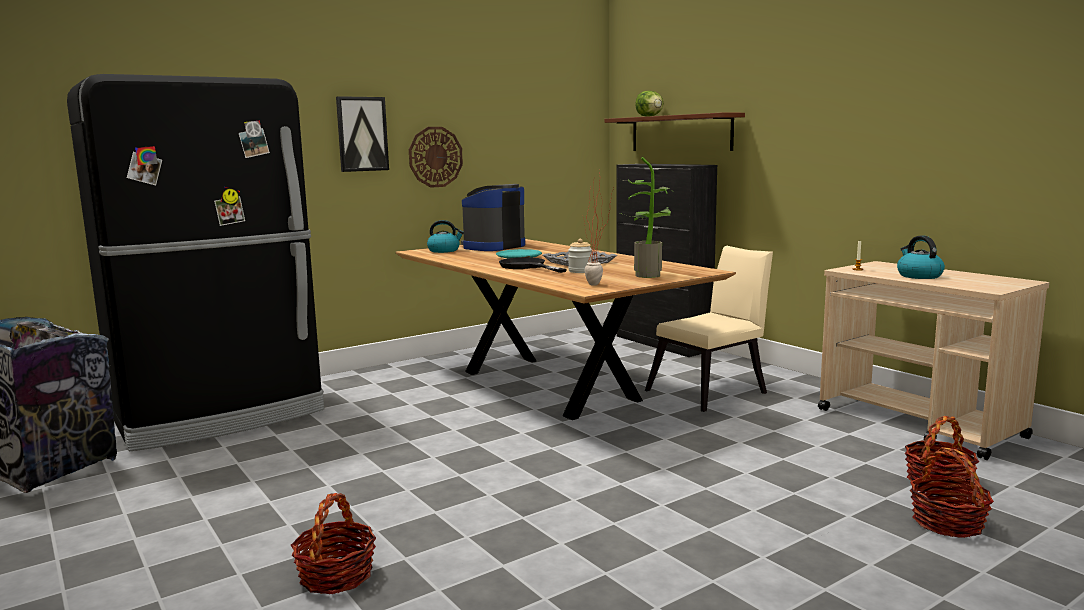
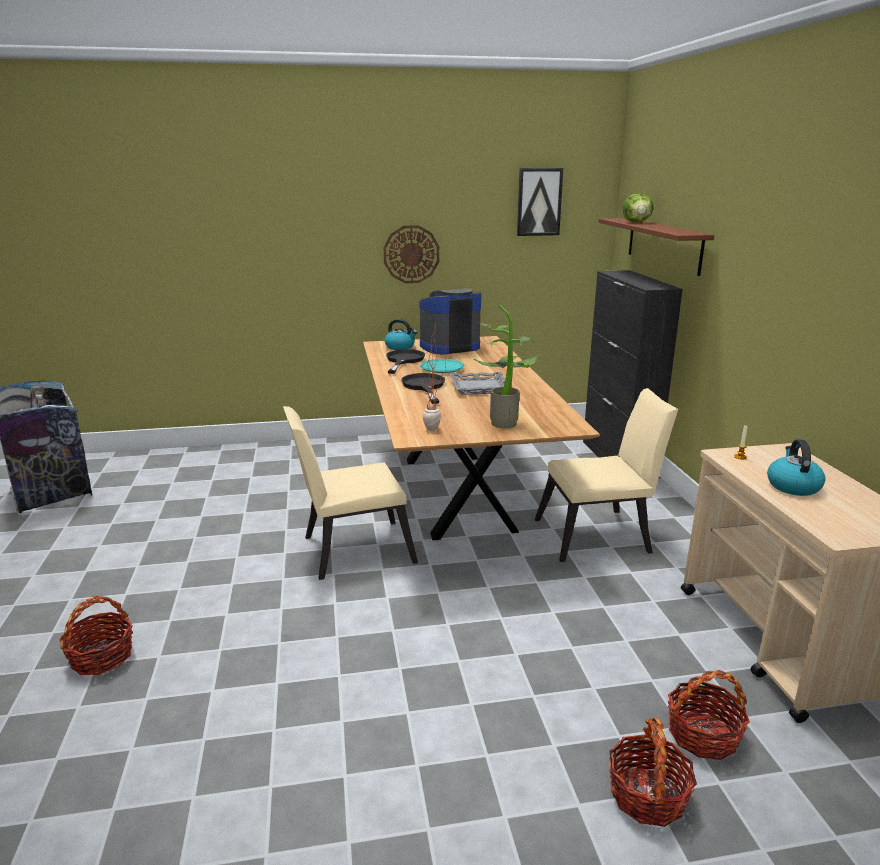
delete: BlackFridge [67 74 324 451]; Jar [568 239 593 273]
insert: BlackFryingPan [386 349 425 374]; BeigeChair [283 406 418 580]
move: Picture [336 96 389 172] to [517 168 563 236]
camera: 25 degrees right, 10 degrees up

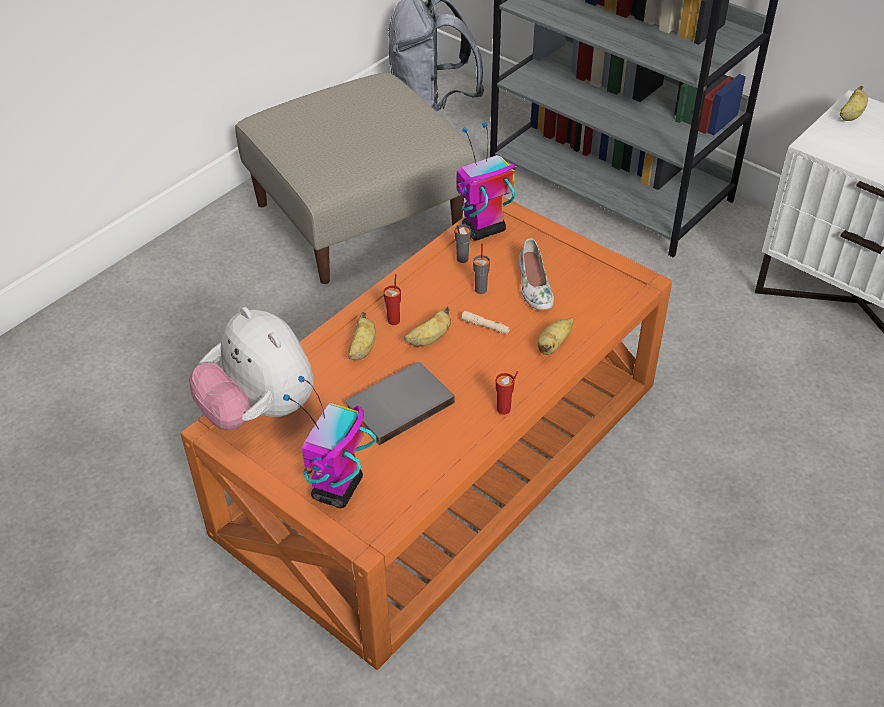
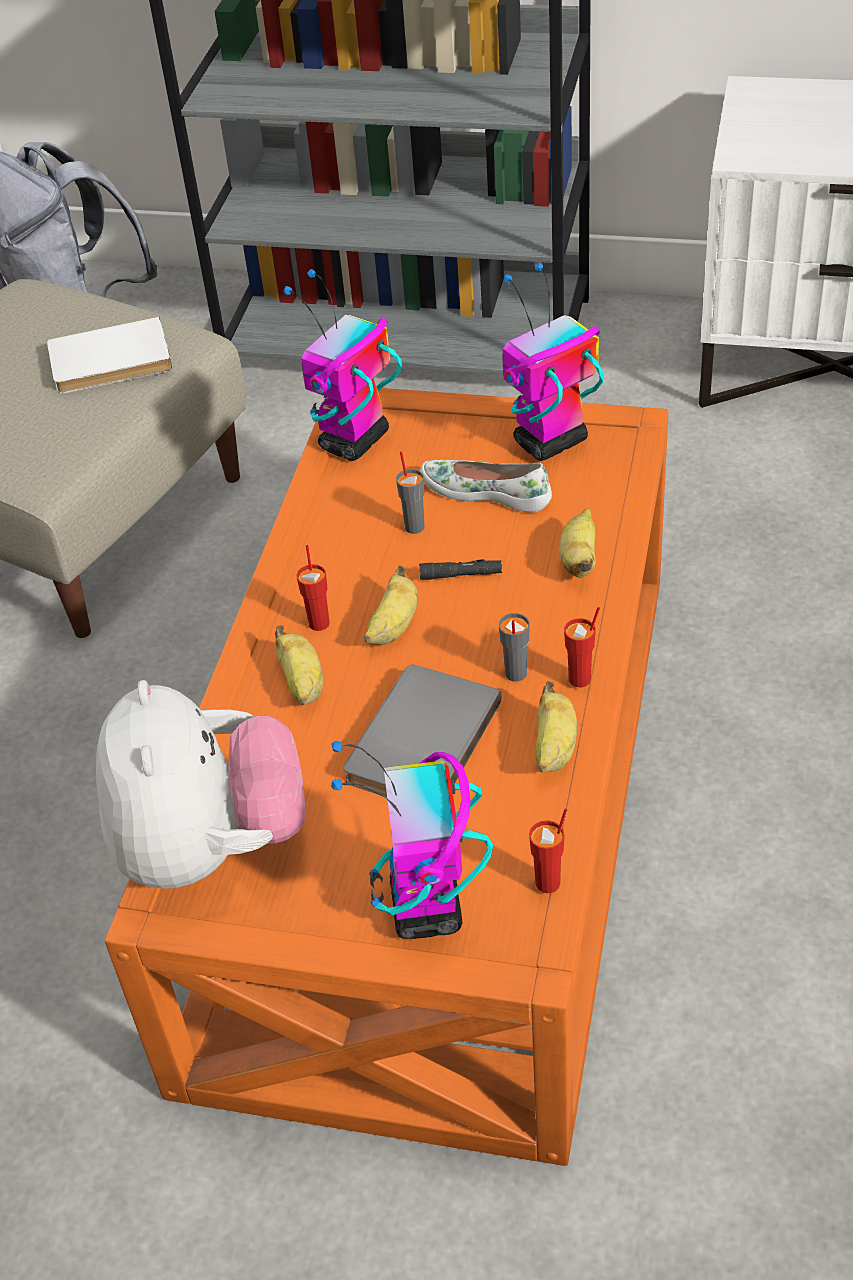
insert: ToyRobot [503 262 604 461]; WhiteBook [47 317 173 394]; RedCup [529 809 567 893]
move: Banana [840 85 868 121] to [535 681 577 772]; GreyCup [454 224 471 263] to [499 613 530 682]
recolor: BeigeFlashlight [461 311 510 334] to BlackFlashlight [419 559 502 580]
rotate: WhiteShoe [518 238 554 310] = [420 459 552 513] 150 degrees clockwise; PlushToy [189 307 314 430] = [96 680 305 889] 120 degrees counterclockwise
camera: 25 degrees left, 0 degrees up

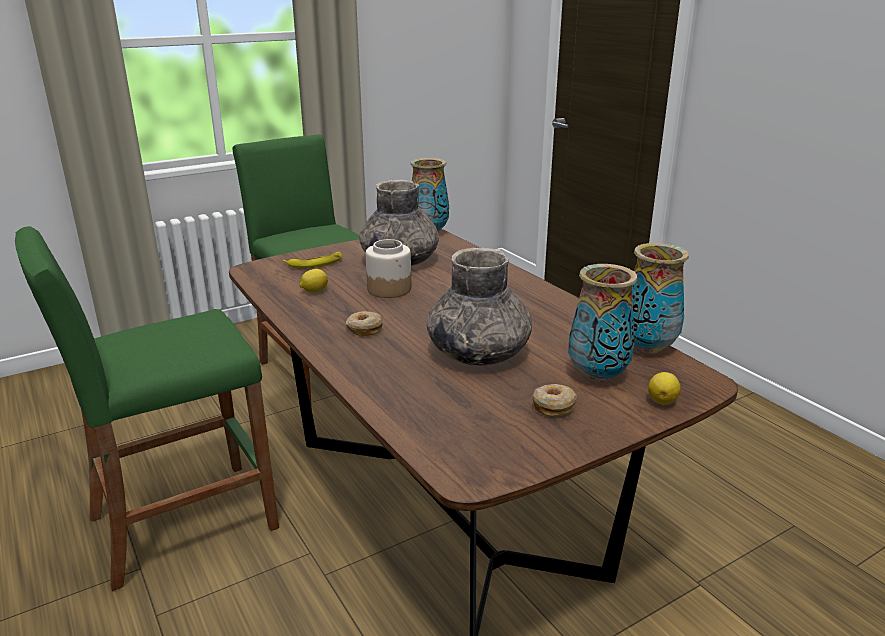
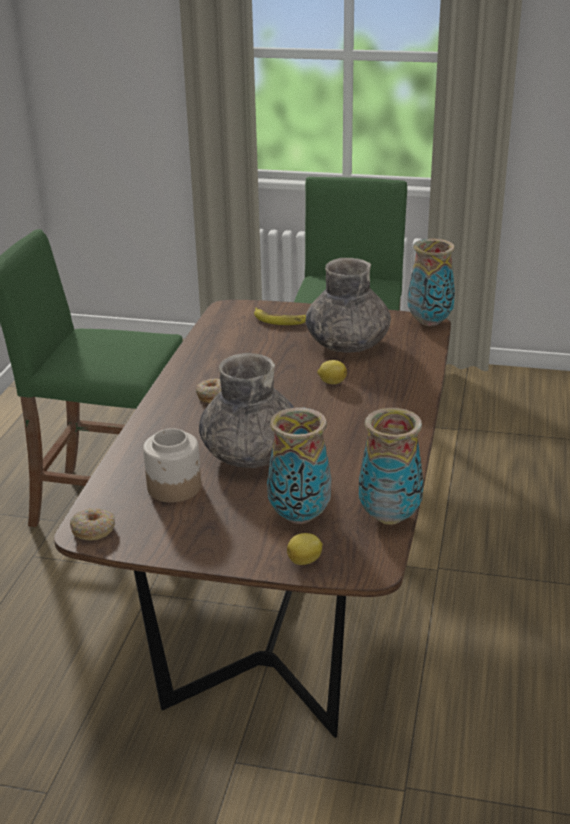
move: Jar [366 239 411 298] to [143 428 201 503]; Lemon [299 269 328 293] to [317 360 347 384]; Donut [533 384 577 417] to [70 508 115 540]
camera: 45 degrees right, 5 degrees up

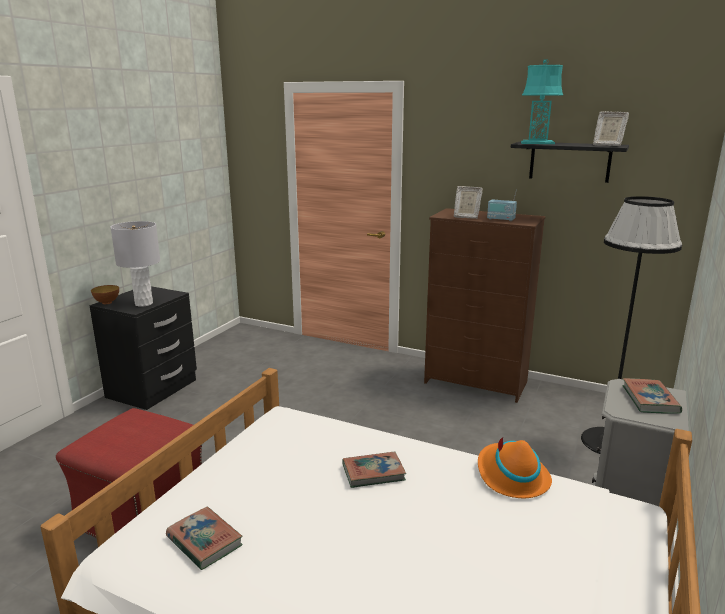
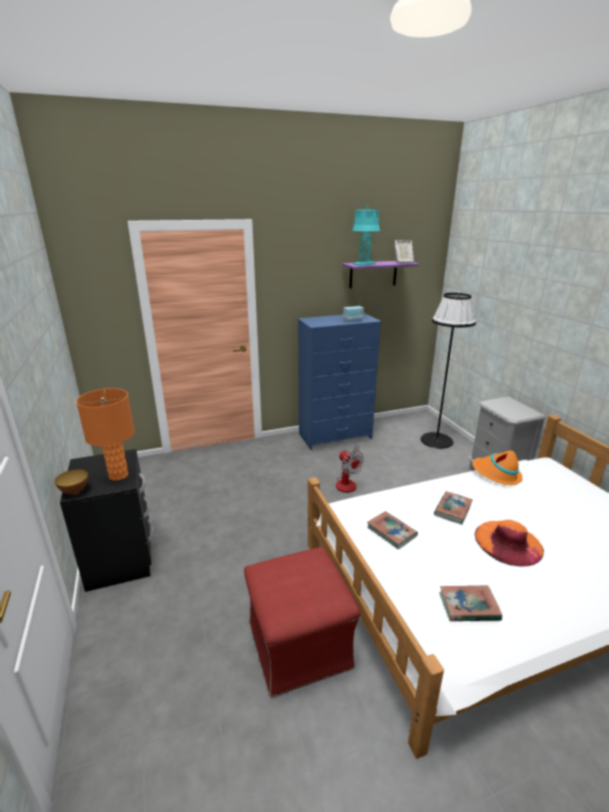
delete: PictureFrame [454 186 483 219]
insert: Fan [336 445 364 493]; OrangeHat [475 520 544 567]
move: Book [622 378 682 414] to [367 511 418 549]
recolor: BlackShelf [511 142 629 183] to PurpleShelf [342 261 419 288]; BrownDresser [424 208 546 403] to BlueDresser [298 313 382 450]; GreyTableLamp [110 221 160 307] to OrangeTableLamp [76 388 135 481]
camera: 45 degrees left, 5 degrees up

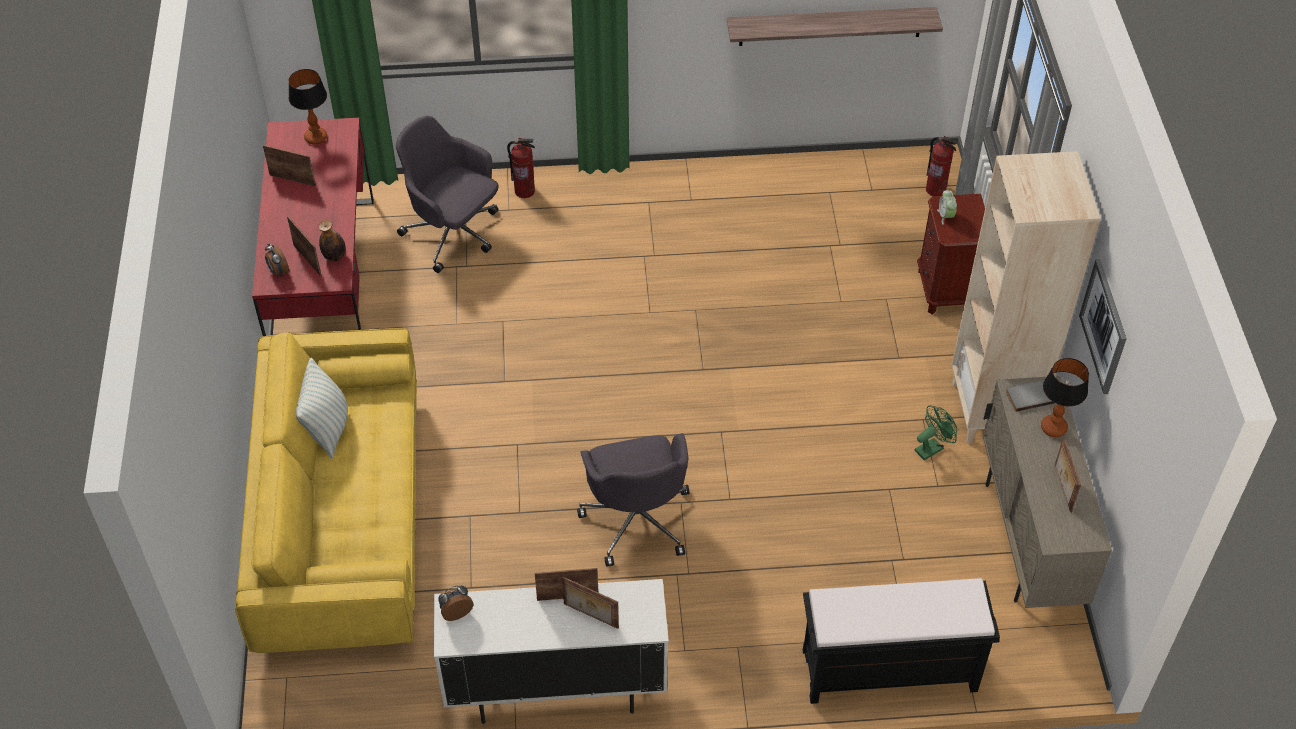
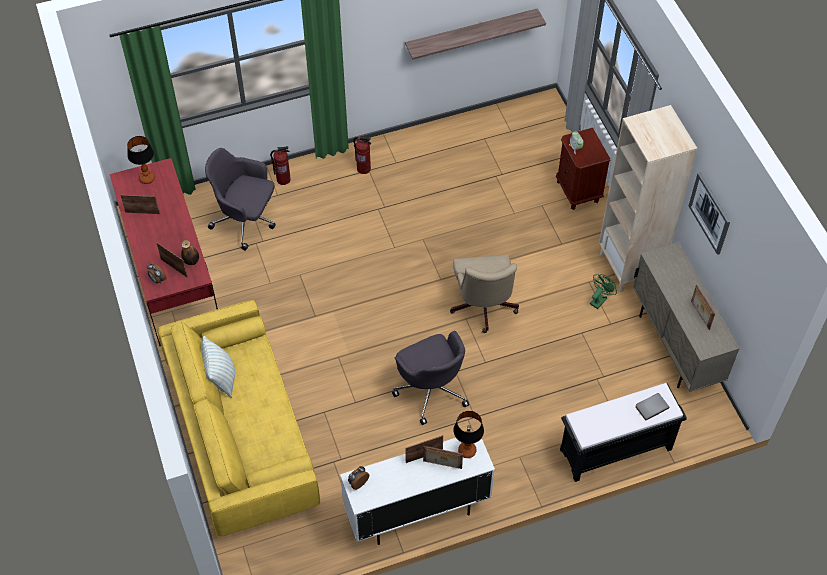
insert: BeigeOfficeChair [450 254 519 333]
move: FireExtinguisher [926 136 957 196] to [353 136 371 174]; TableLamp [1041 358 1089 437] to [453 411 484 458]; GreyBook [1006 379 1055 412] to [635 393 669 421]
camera: 15 degrees left, 5 degrees up

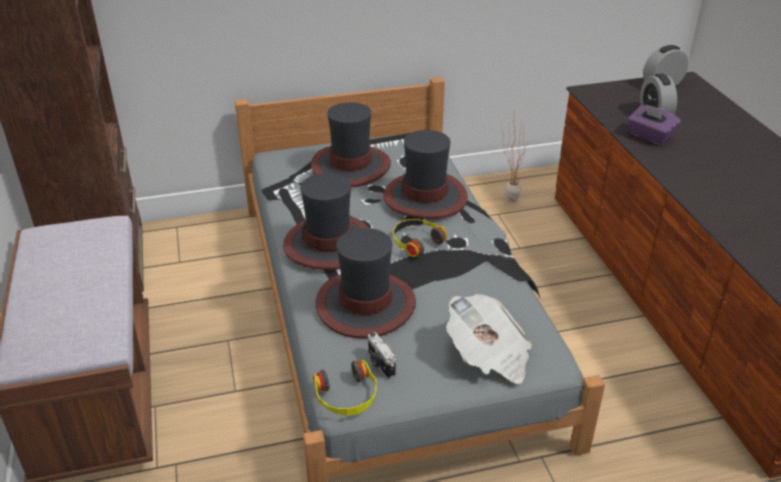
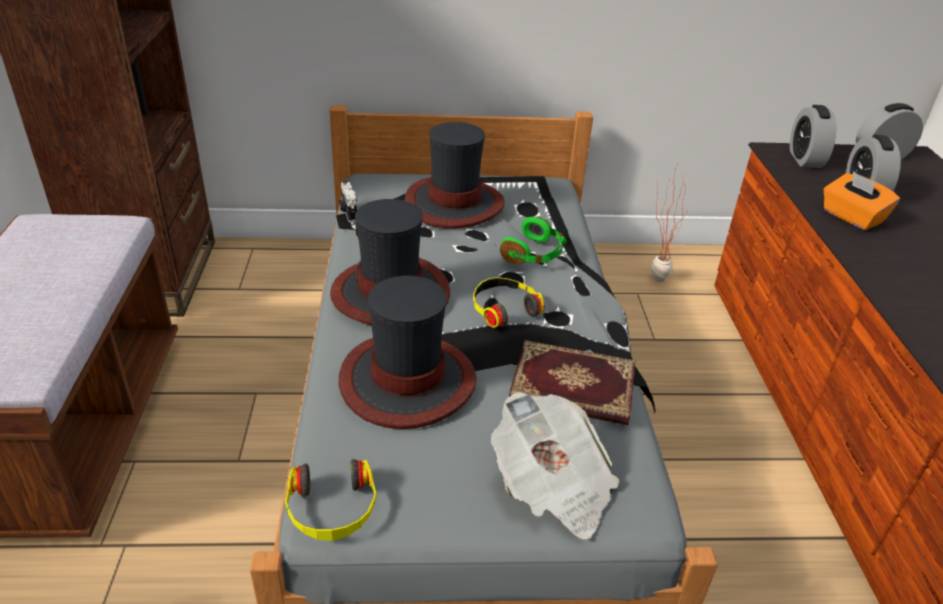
insert: AlarmClock [790 105 836 168]; Book [509 340 636 425]
move: PhotoCamera [368 332 396 379] to [339 180 357 222]
replace: Hat [383 130 468 219] to GreenHeadphones [500 217 567 264]
recolor: PurpleTissueBox [628 105 680 145] to OrangeTissueBox [824 171 900 230]
camera: 10 degrees right, 0 degrees up

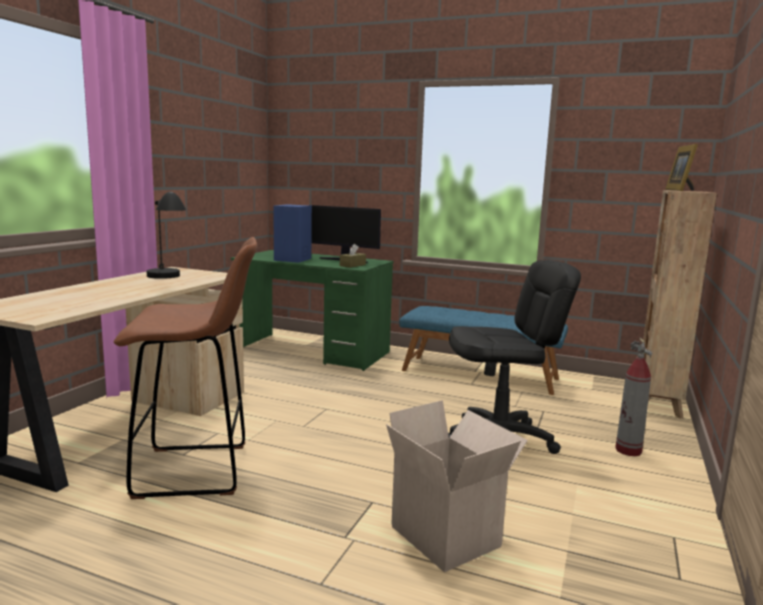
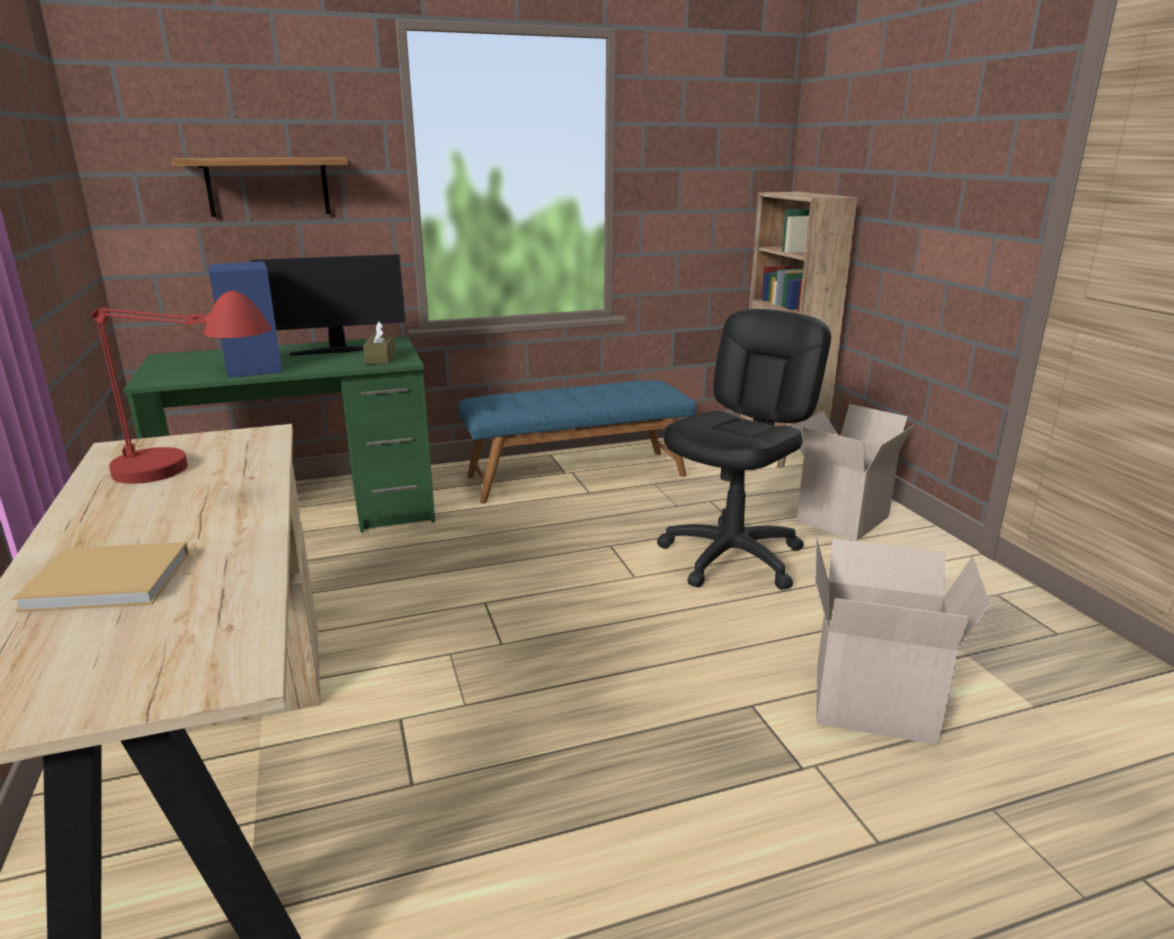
delete: PictureFrame [665 144 698 191]; BrownStool [114 237 257 499]
insert: Shelf [171 157 348 217]; BeigeBook [12 542 189 612]
replace: FireExtinguisher [615 338 652 456] to CardboardBox [791 404 914 541]
recolor: BlackTableLamp [147 192 186 279] to RedTableLamp [91 291 271 484]
camera: 40 degrees left, 10 degrees up

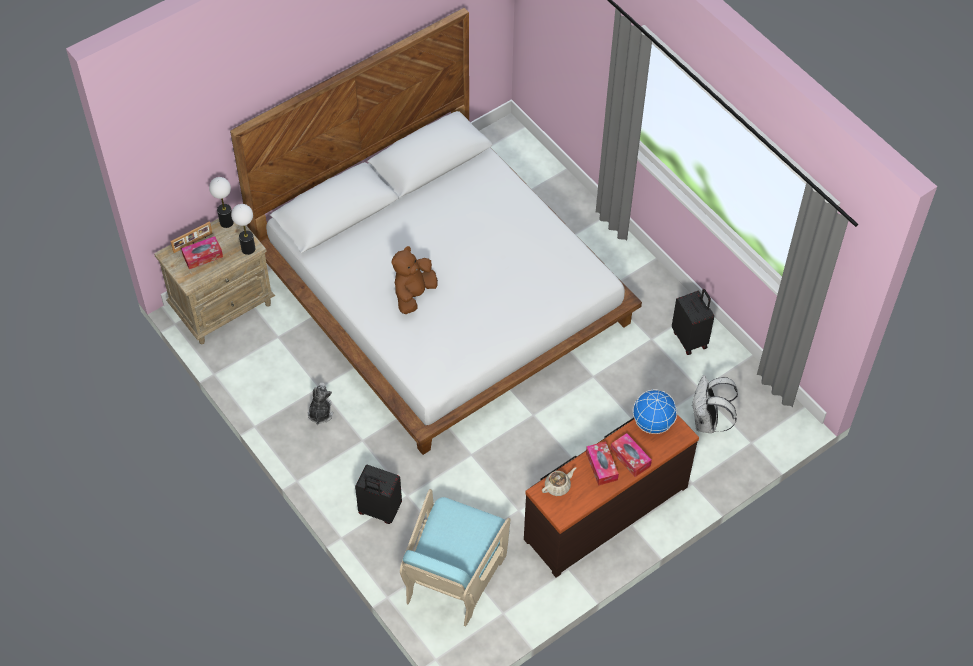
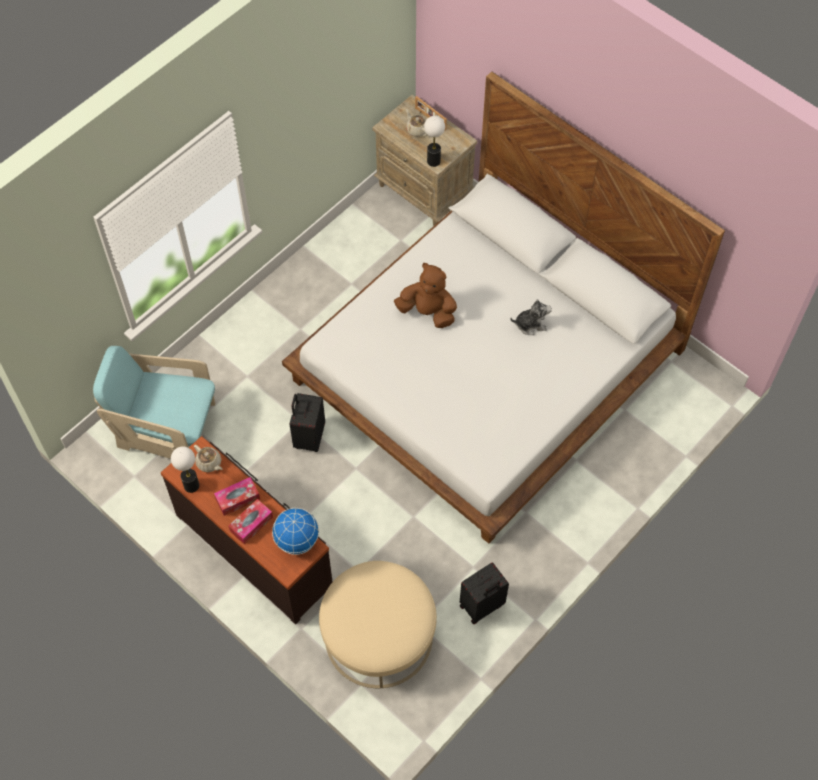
move: TableLamp [209 177 234 228] to [171 446 199 493]; PlushToy [308 382 333 425] to [510 299 552 335]; BlackSuitcase [355 465 402 524] to [290 393 325 452]
replace: TissueBox [181 236 223 269] to BeigeTeapot [406 109 427 137]; WhiteBackpack [692 375 738 433] to BeigeOttoman [319 561 437 688]
camera: 80 degrees right, 5 degrees up

